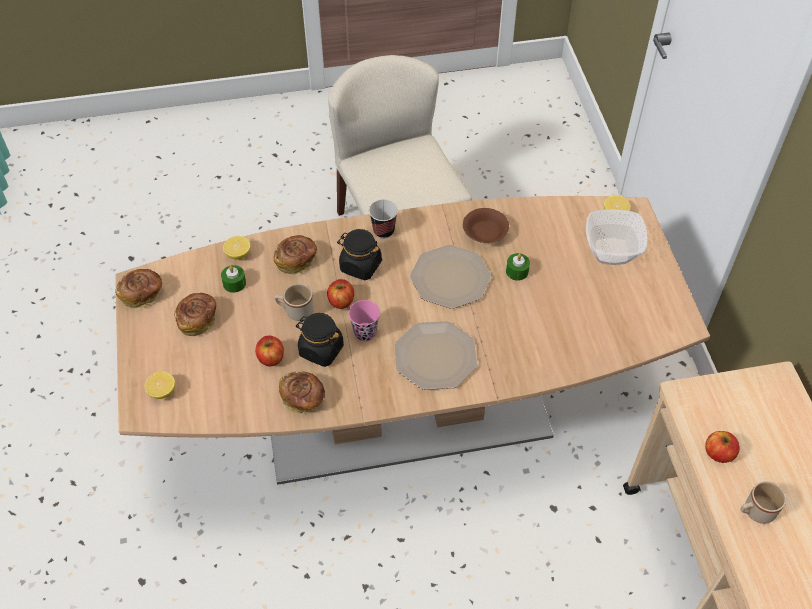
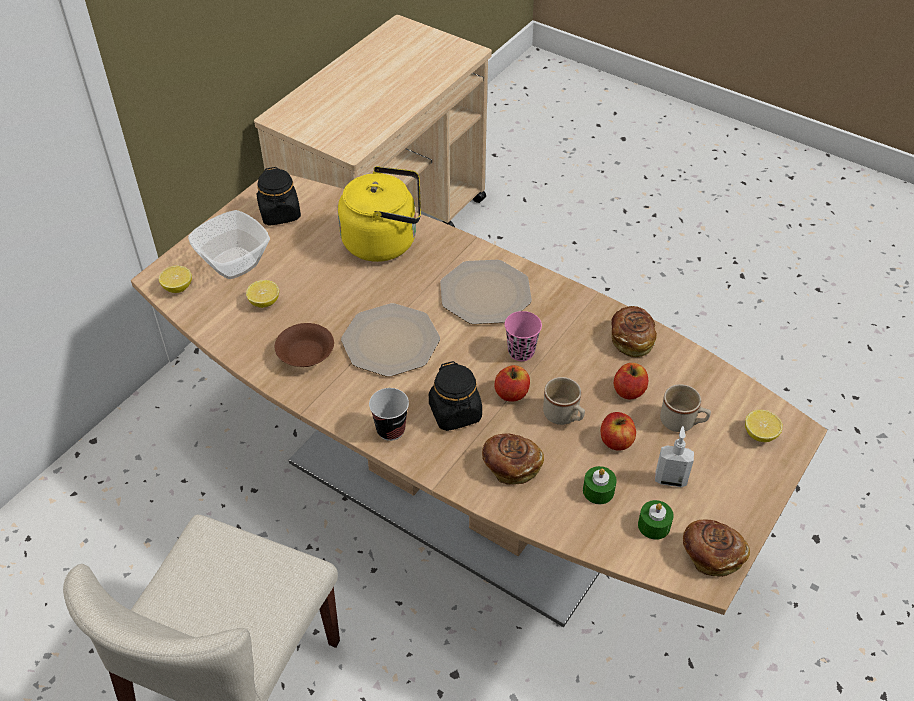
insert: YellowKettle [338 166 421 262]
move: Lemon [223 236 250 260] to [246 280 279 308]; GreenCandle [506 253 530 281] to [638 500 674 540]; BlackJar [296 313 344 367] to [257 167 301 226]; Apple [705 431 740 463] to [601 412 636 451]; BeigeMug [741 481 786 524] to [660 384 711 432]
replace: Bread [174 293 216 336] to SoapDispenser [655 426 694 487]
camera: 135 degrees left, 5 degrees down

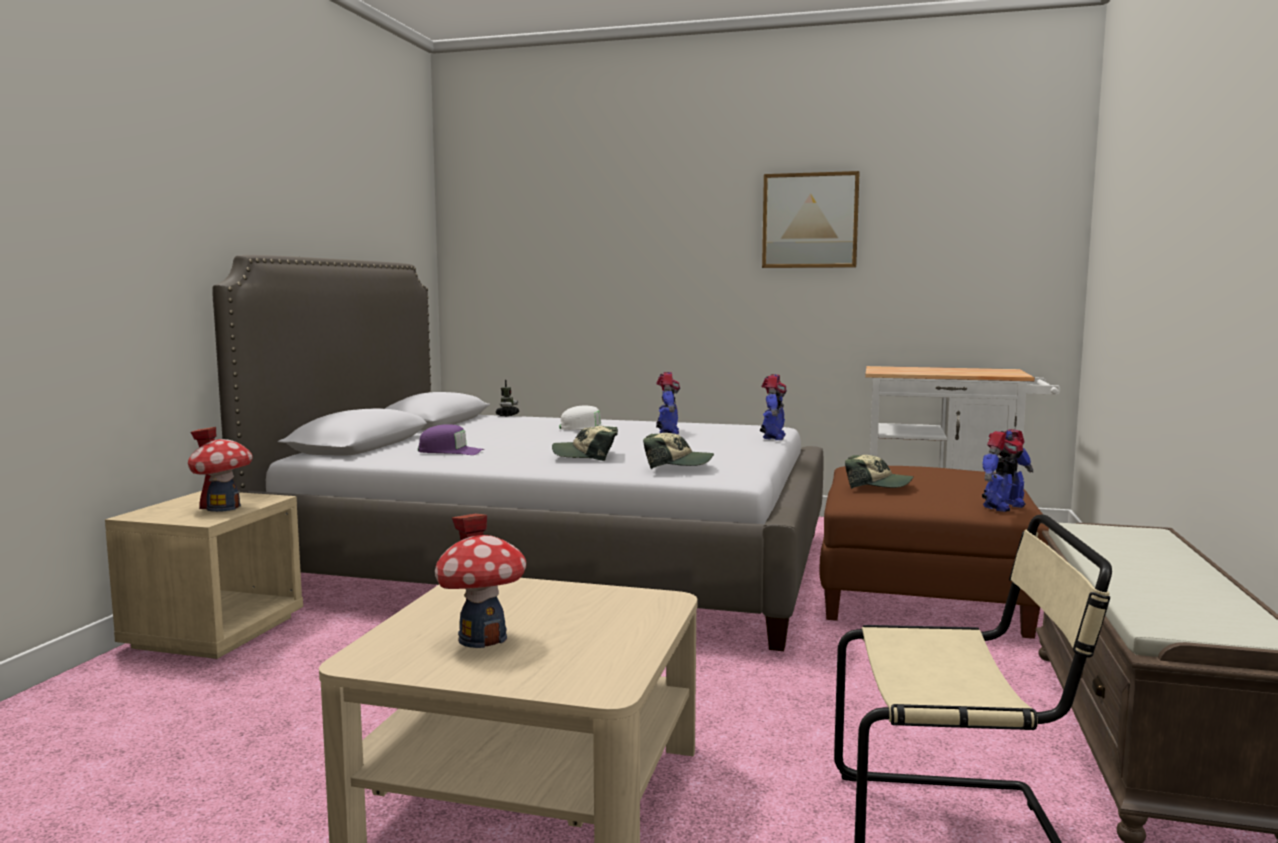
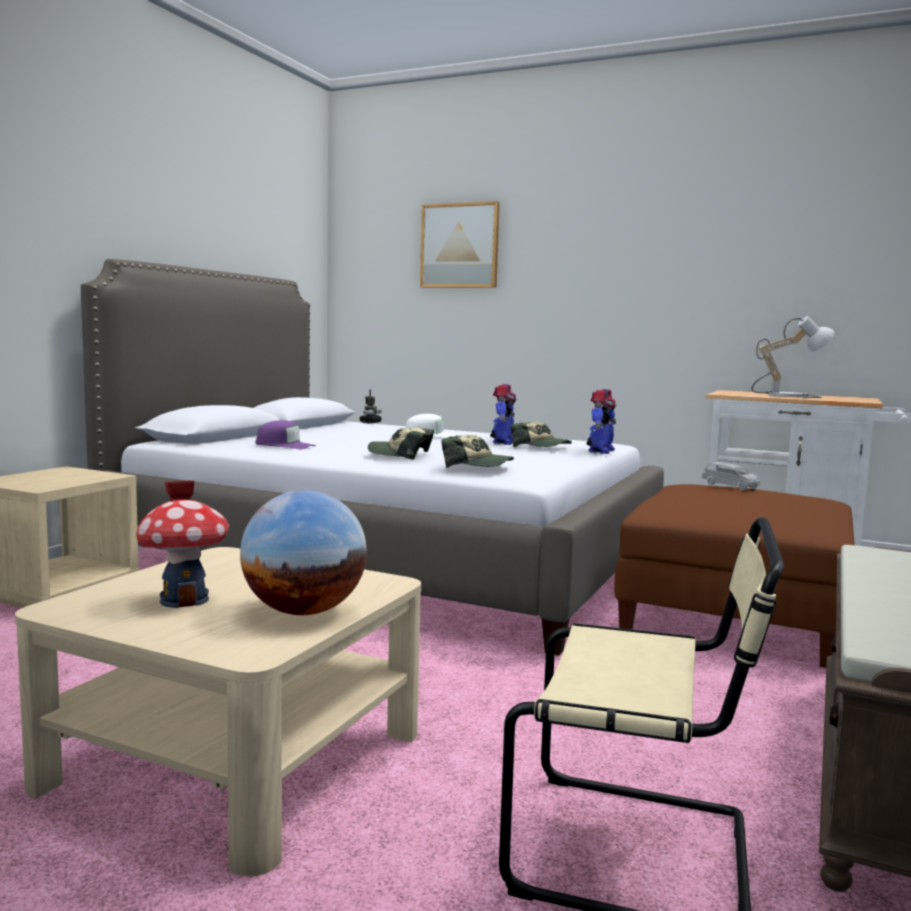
delete: ToyHouse [188 427 253 512]; ToyRobot [982 429 1033 512]
insert: TableLamp [751 316 835 398]; GreyToyCar [702 462 760 491]; Globe [240 490 367 615]
move: Picture [762 171 860 268] to [420 201 500 288]; Cap [845 455 914 489] to [511 422 572 447]
camera: 10 degrees right, 0 degrees up

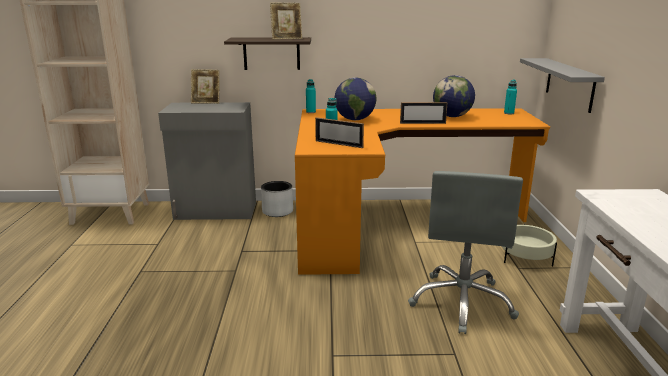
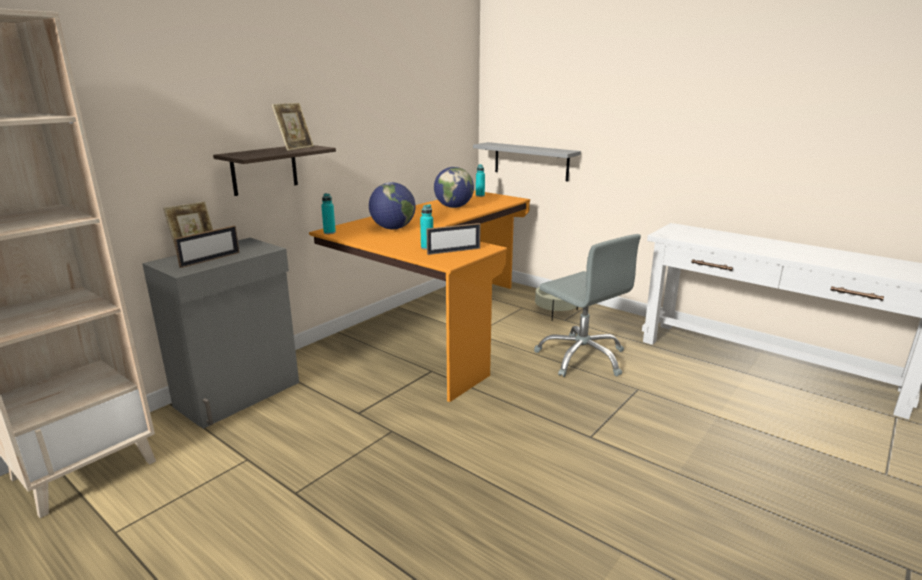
delete: GreyPlanter [261 181 293 217]
move: PictureFrame [400 102 447 124] to [174 225 240 268]
camera: 50 degrees left, 0 degrees up

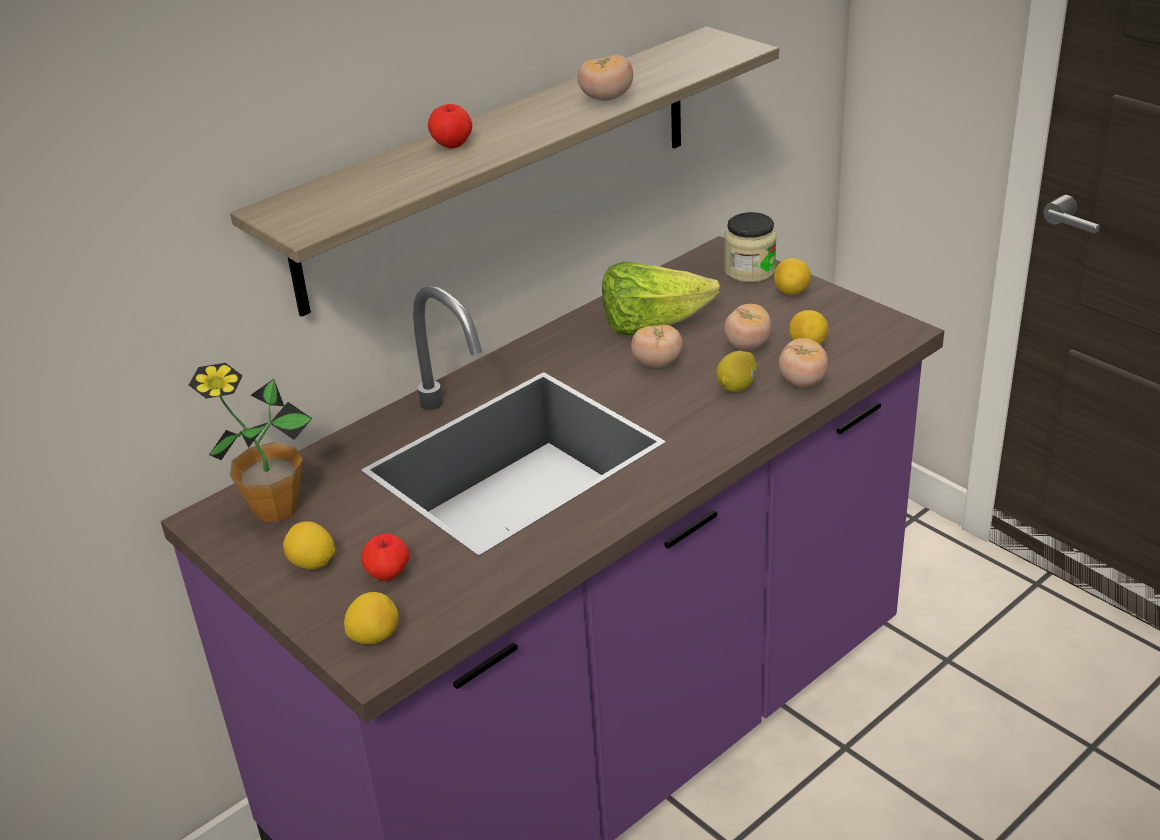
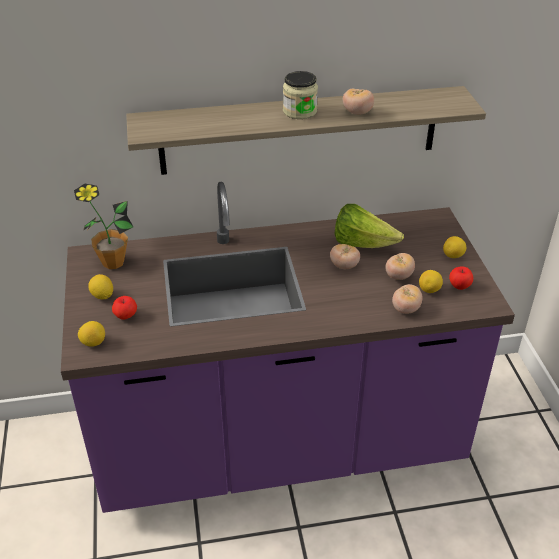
delete: Lemon [716 351 757 392]
move: Apple [428 104 472 148] to [449 266 473 290]; Jar [724 212 777 283] to [283 71 318 119]
camera: 30 degrees right, 5 degrees up

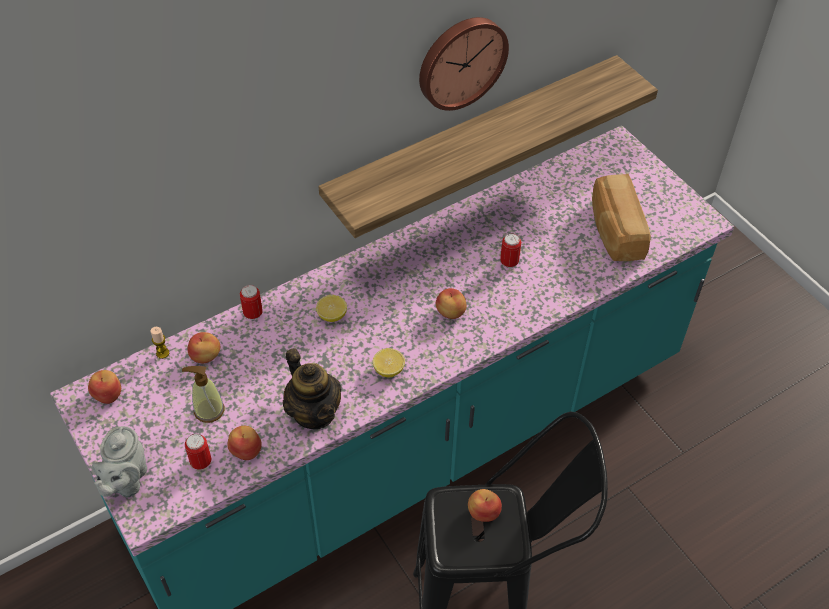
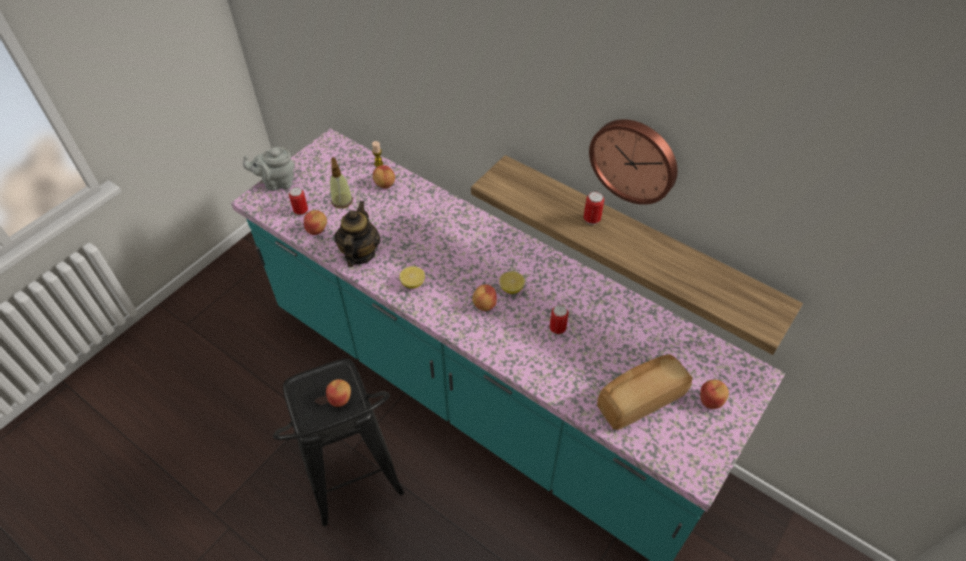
move: Can [240 285 263 320] to [584 191 604 225]; Lemon [316 295 347 322] to [499 271 525 294]; Apple [88 370 121 404] to [700 380 729 409]
rotate: Teapot [283 348 342 429] = [334 201 381 267] 150 degrees clockwise
camera: 70 degrees right, 0 degrees up

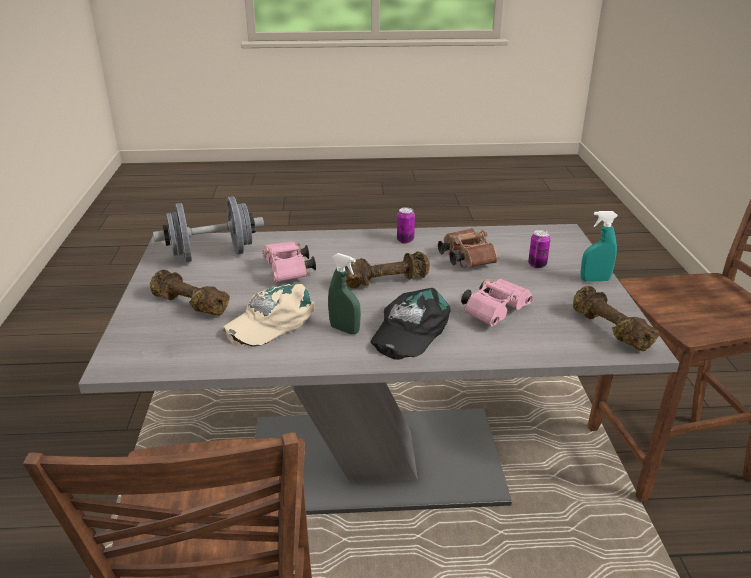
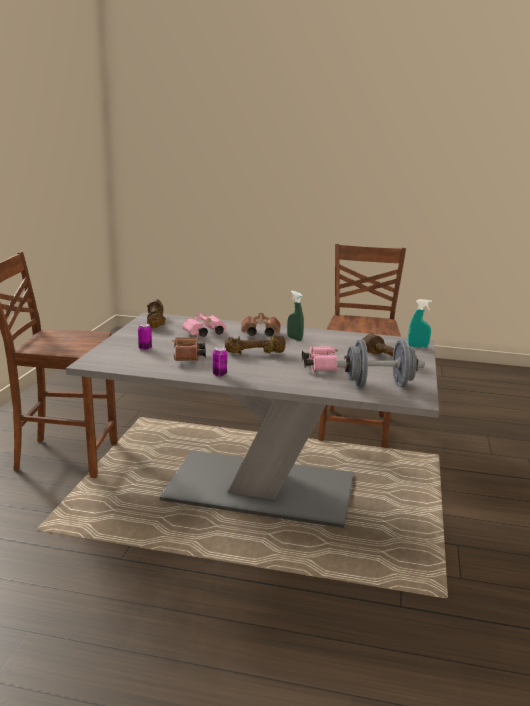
delete: BeigeCap [223 284 315 347]
move: TurquoiseSprayBottle [580 211 618 282] to [408 299 432 348]
replace: BlackCap [371 288 451 360] to BrownBinoculars [241 313 281 337]
camera: 165 degrees left, 10 degrees down

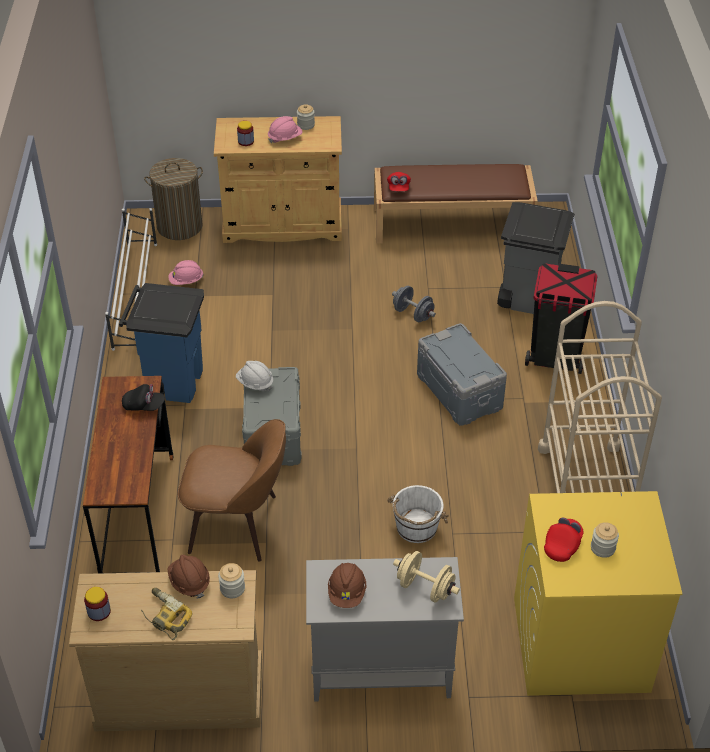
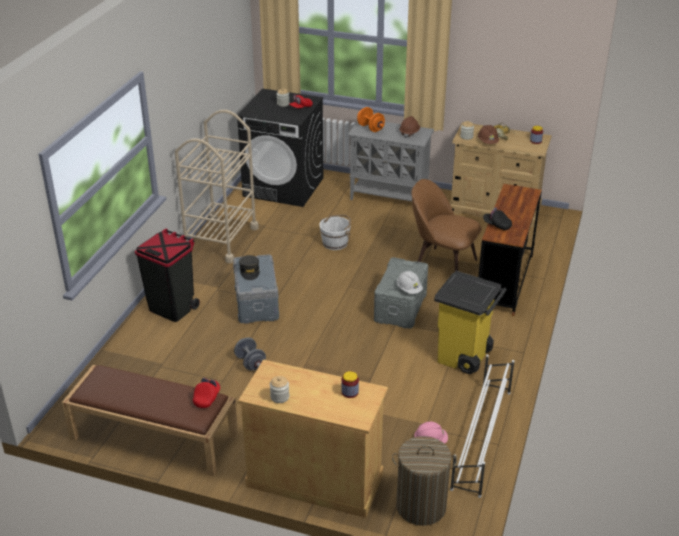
delete: PinkHardHat [268 116 303 143]; GreyTrashCan [497 202 574 314]
insert: GreyCap [239 255 260 280]
recolor: BlueTrashCan [119 283 204 403] to YellowTrashCan [434 271 507 374]; YellowWashingMachine [514 491 682 696] to BlackWashingMachine [237 88 323 207]; BeigeDumbbell [393 551 460 602] to OrangeDumbbell [357 107 385 132]
camera: 160 degrees left, 10 degrees down

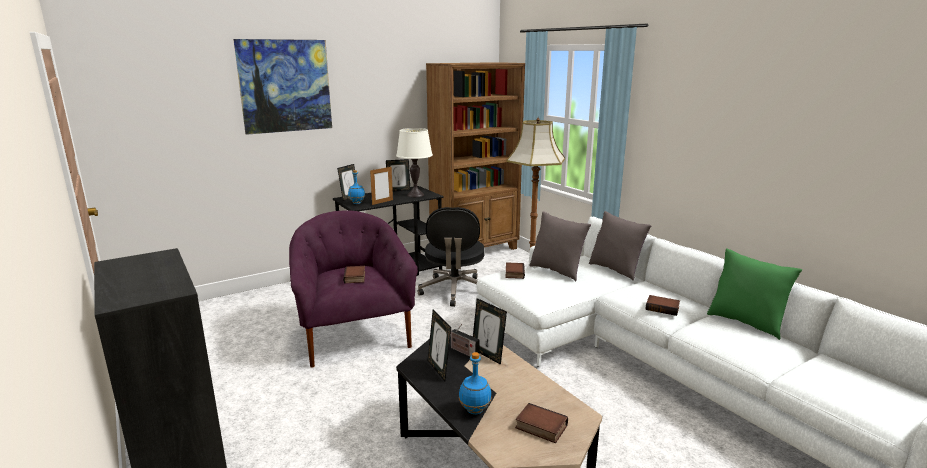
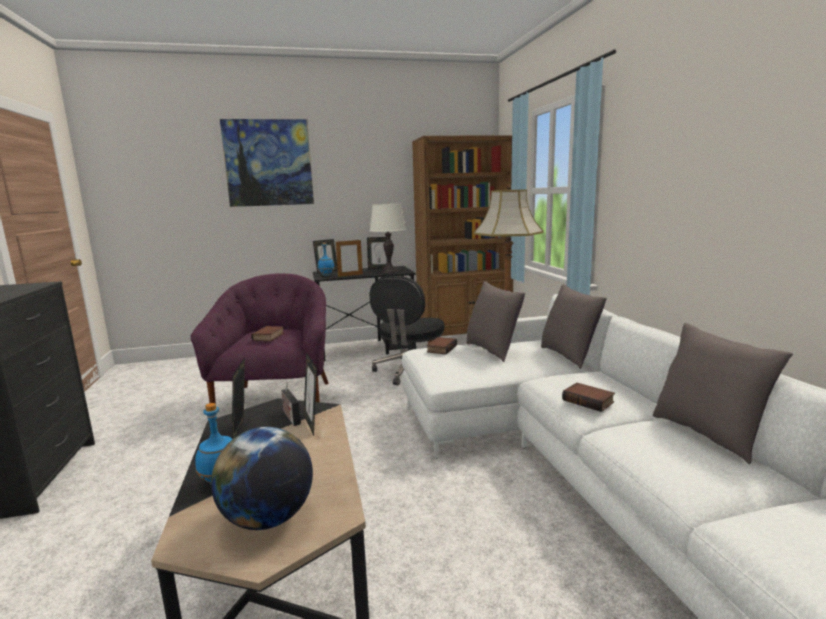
replace: Book [515 403 568 443] to Globe [211 427 313 530]
recolor: GreenPillow [707 248 802 340] to GreyPillow [652 323 793 464]
camera: 20 degrees right, 5 degrees down

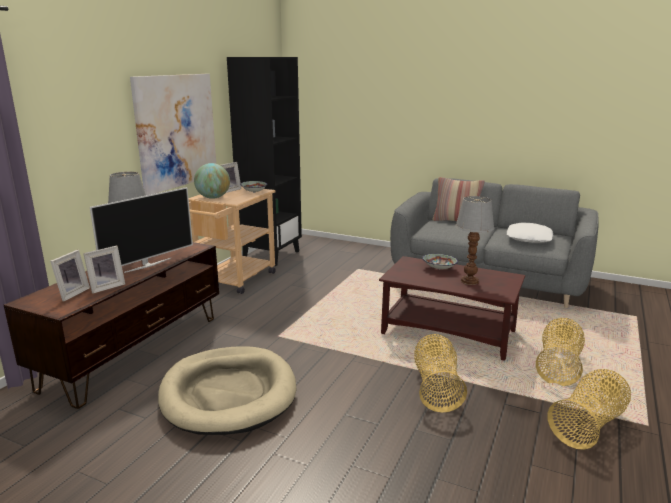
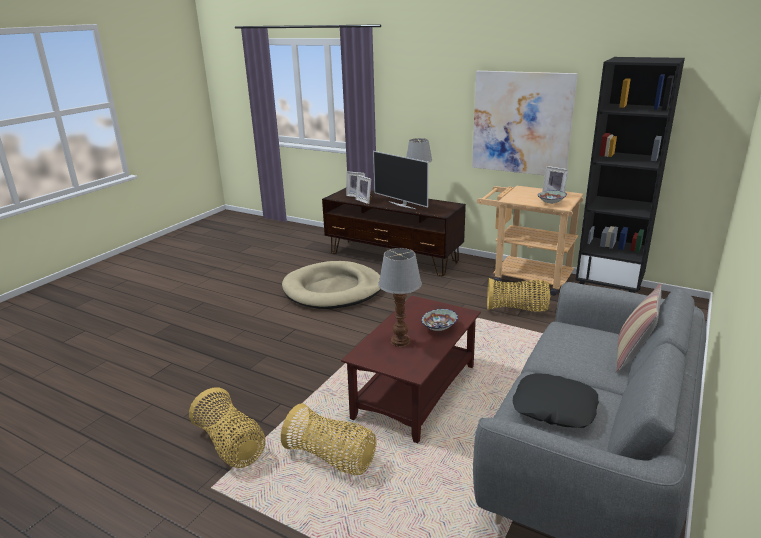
delete: Globe [194 163 230 199]
move: Basket [414 334 467 413] to [487 278 550 312]
recolor: WhitePillow [507 223 553 243] to BlackPillow [513 373 599 428]
camera: 95 degrees right, 5 degrees up

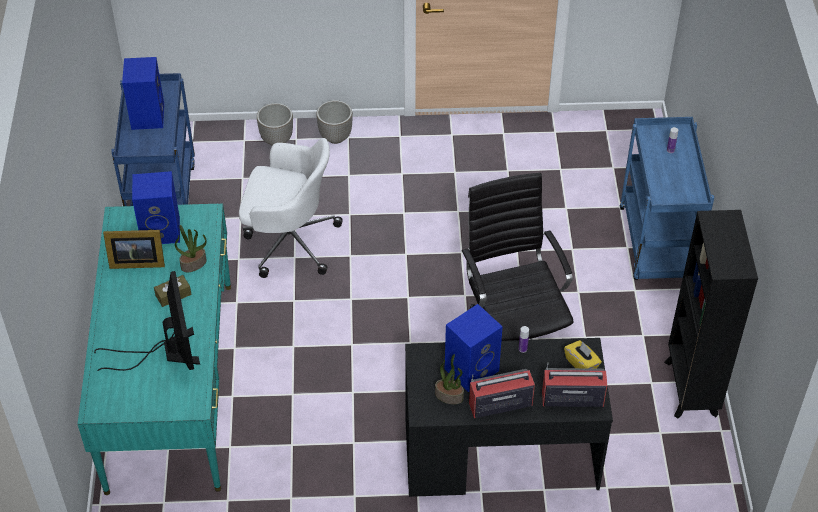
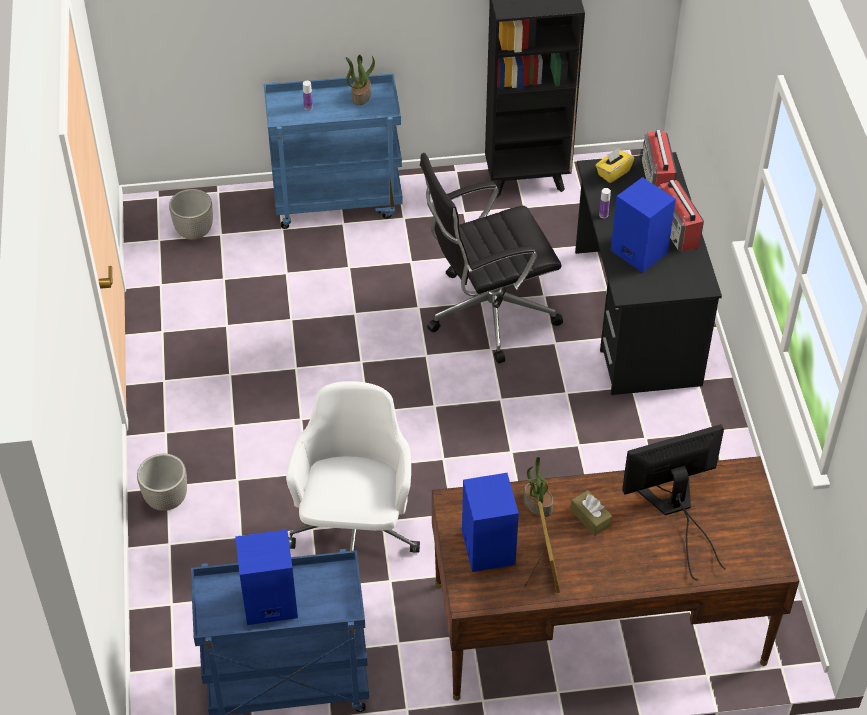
move: Planter [257 103 293 146] to [169 189 213 240]; PottedPlant [435 354 464 404] to [345 55 375 105]
recolor: TurquoiseDesk [78 204 231 495] to BrownDesk [432 456 799 701]
camera: 95 degrees left, 0 degrees up

